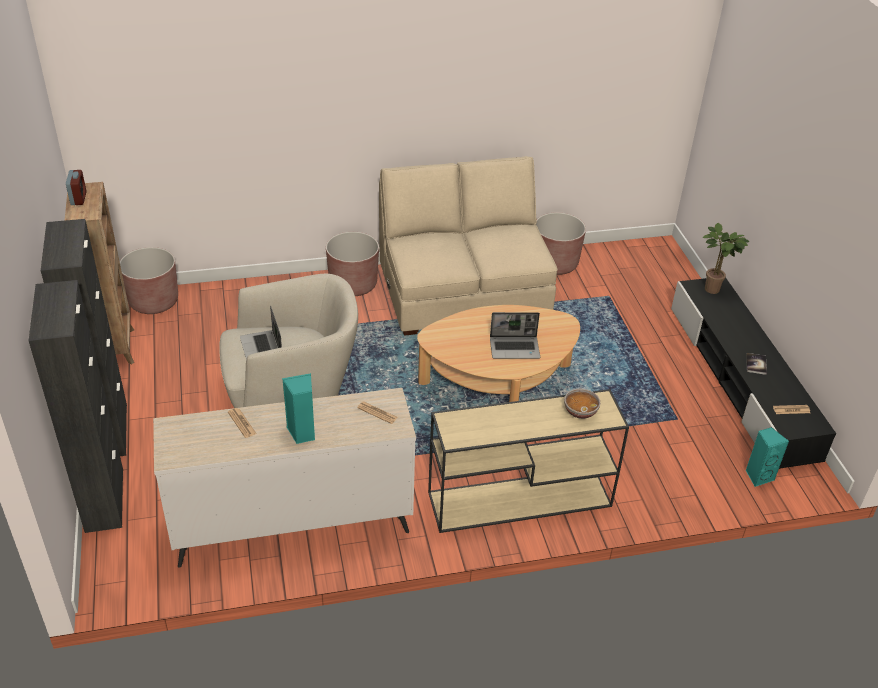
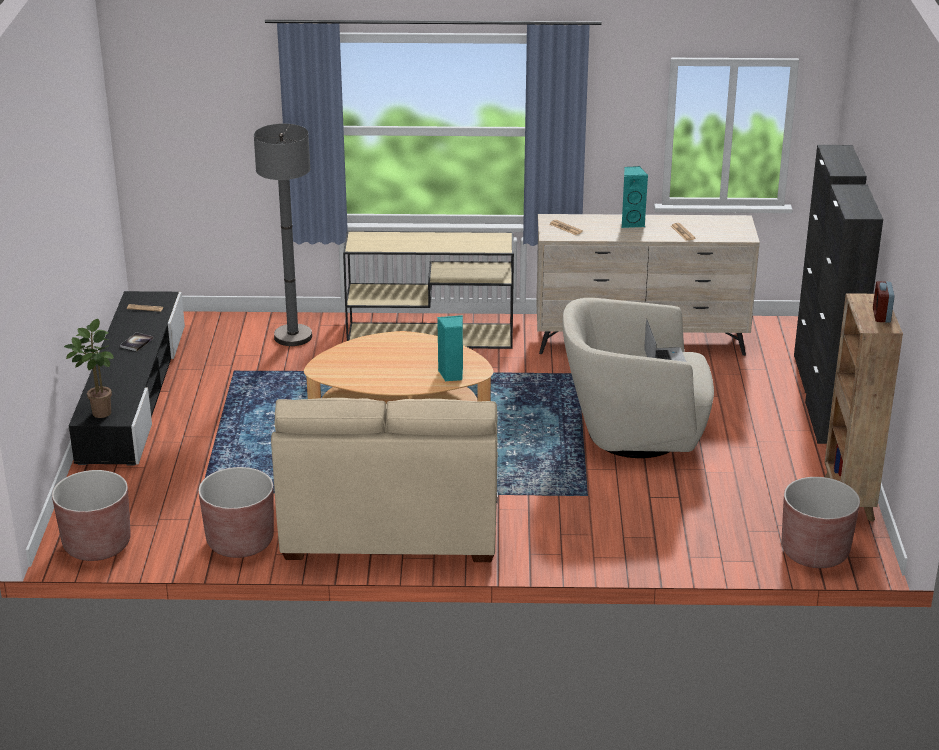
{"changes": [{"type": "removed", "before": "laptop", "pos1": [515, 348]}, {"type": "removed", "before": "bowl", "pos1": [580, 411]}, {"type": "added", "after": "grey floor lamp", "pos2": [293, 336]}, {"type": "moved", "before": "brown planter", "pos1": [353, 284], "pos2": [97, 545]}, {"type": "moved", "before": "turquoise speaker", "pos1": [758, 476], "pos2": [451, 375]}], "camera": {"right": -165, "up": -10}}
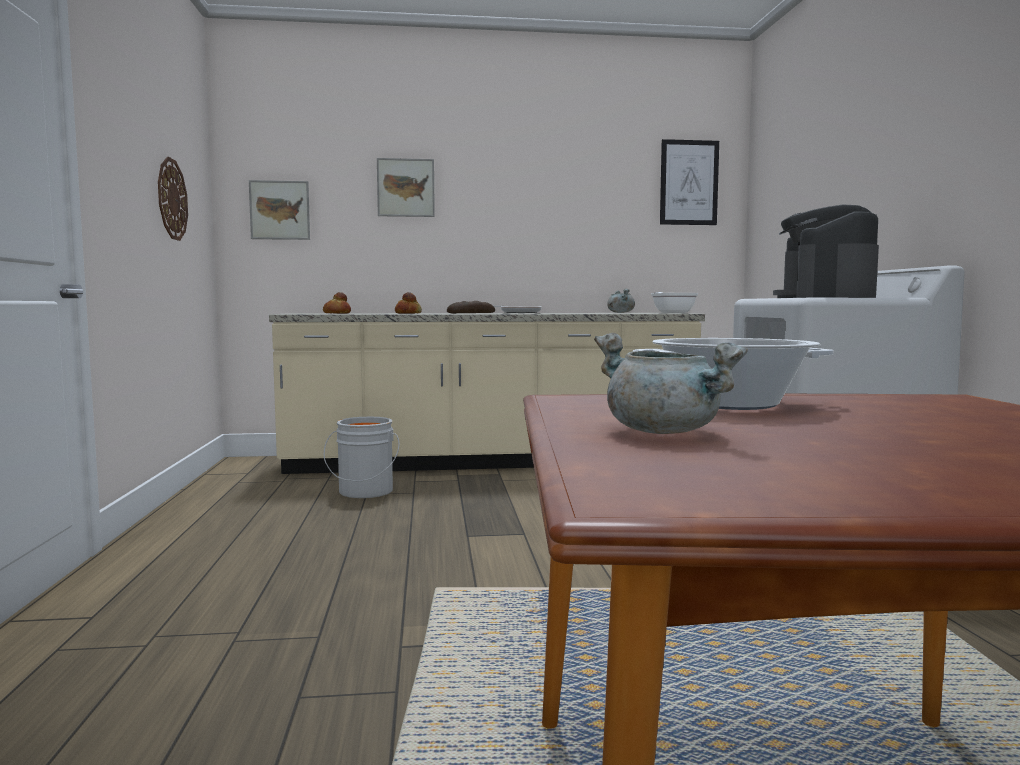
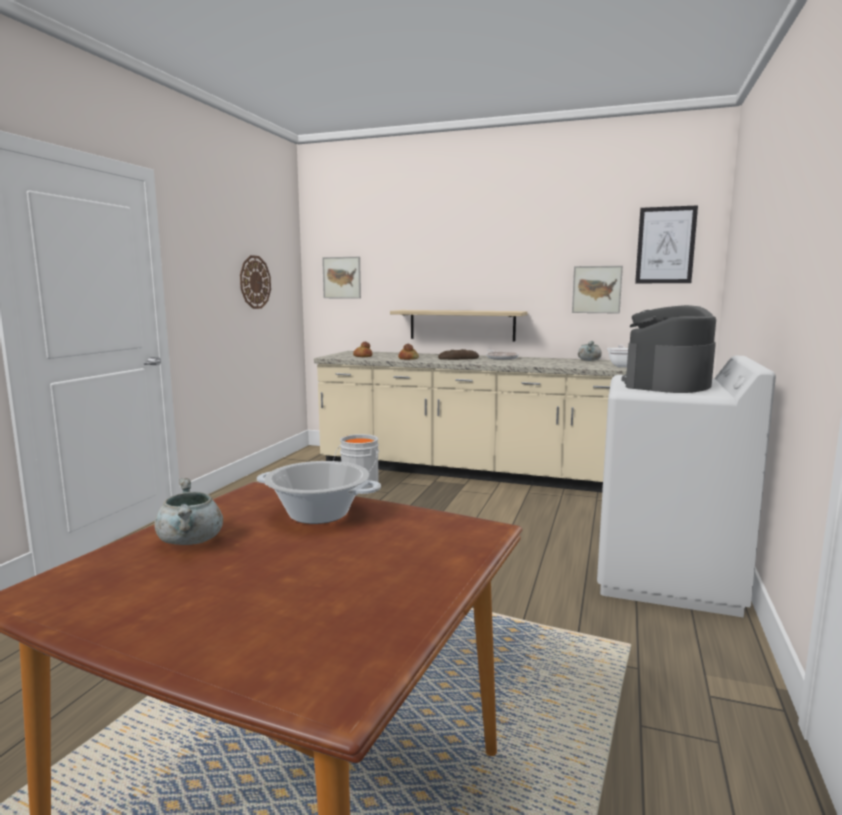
{"changes": [{"type": "added", "after": "shelf", "pos2": [462, 325]}, {"type": "moved", "before": "picture", "pos1": [405, 187], "pos2": [596, 289]}], "camera": {"right": 25, "up": 5}}
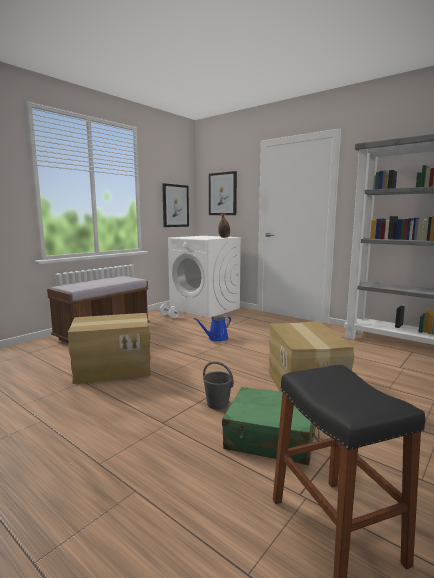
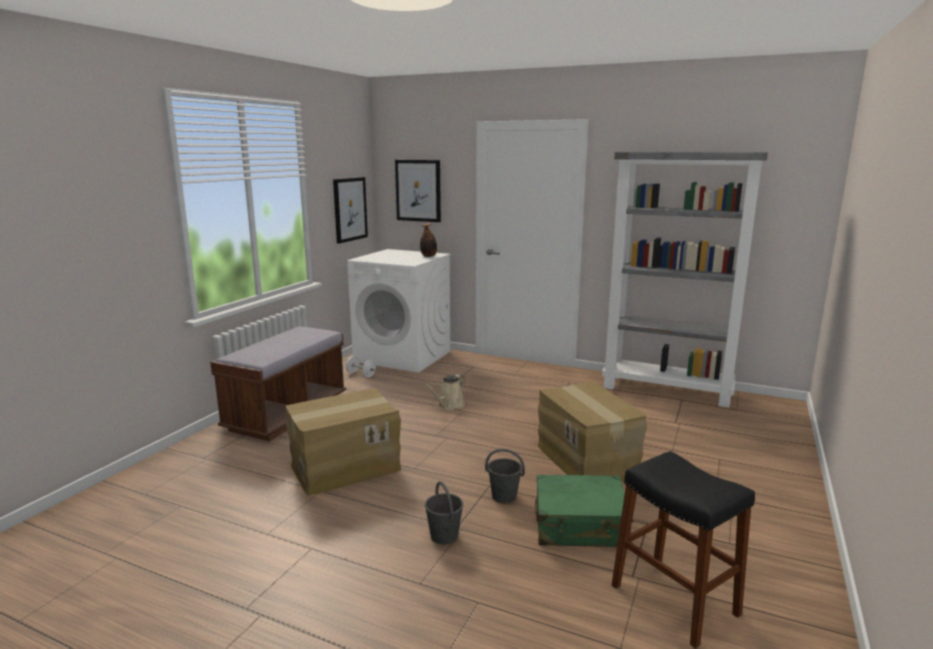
{"changes": [{"type": "added", "after": "grey bucket", "pos2": [444, 536]}, {"type": "recoloured", "before": "blue watering can", "after": "beige watering can", "pos1": [216, 338], "pos2": [449, 406]}], "camera": {"right": -15, "up": 5}}
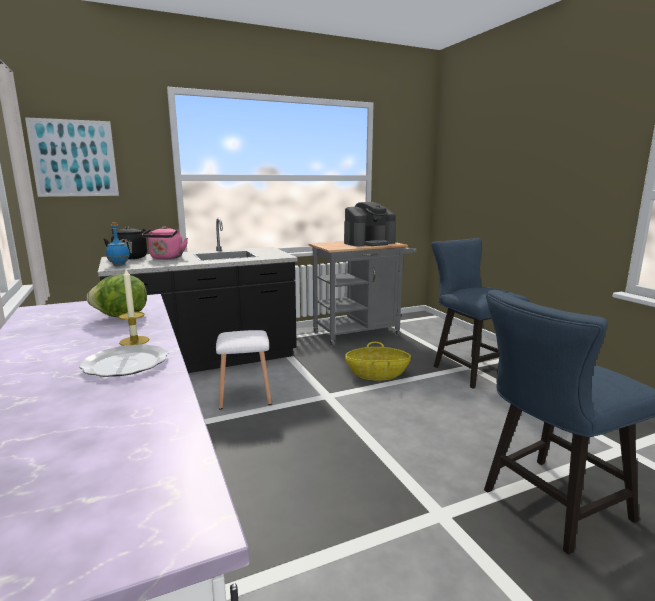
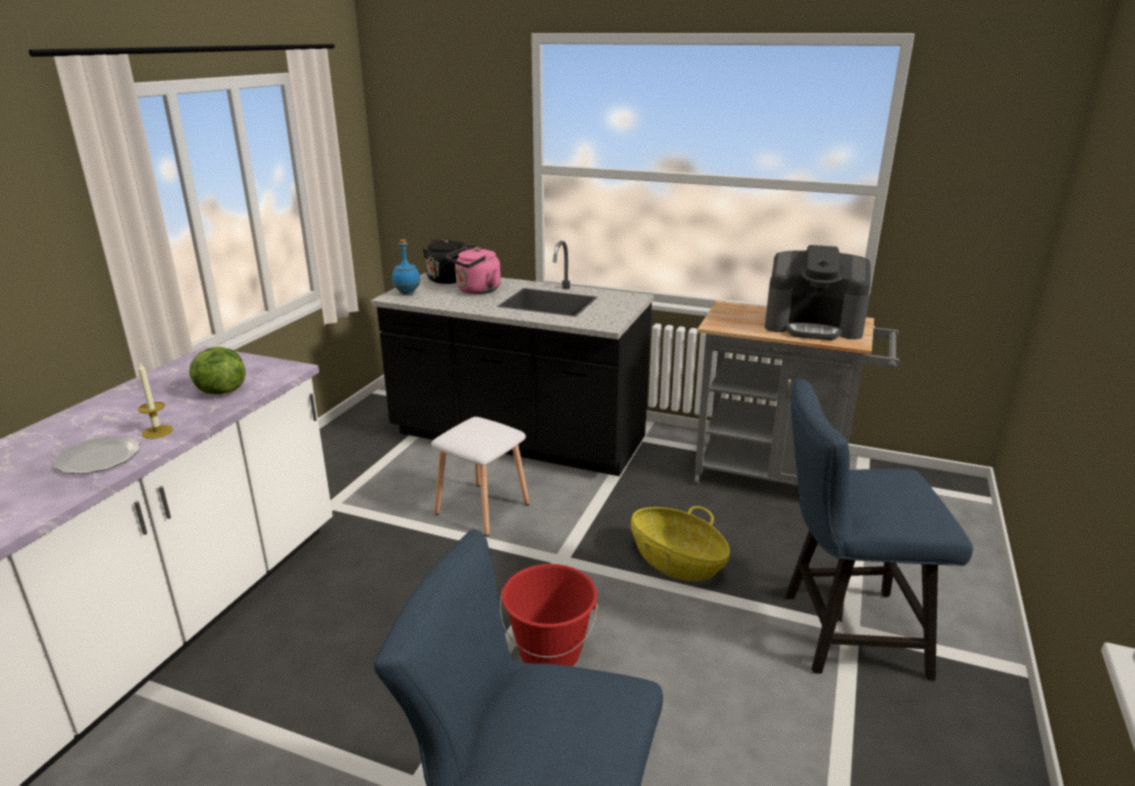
{"changes": [{"type": "removed", "before": "picture", "pos1": [74, 158]}, {"type": "added", "after": "red bucket", "pos2": [550, 654]}, {"type": "turned", "before": "blue chair", "pos1": [469, 369], "pos2": [842, 632], "turn": -105}], "camera": {"right": 45, "up": 10}}
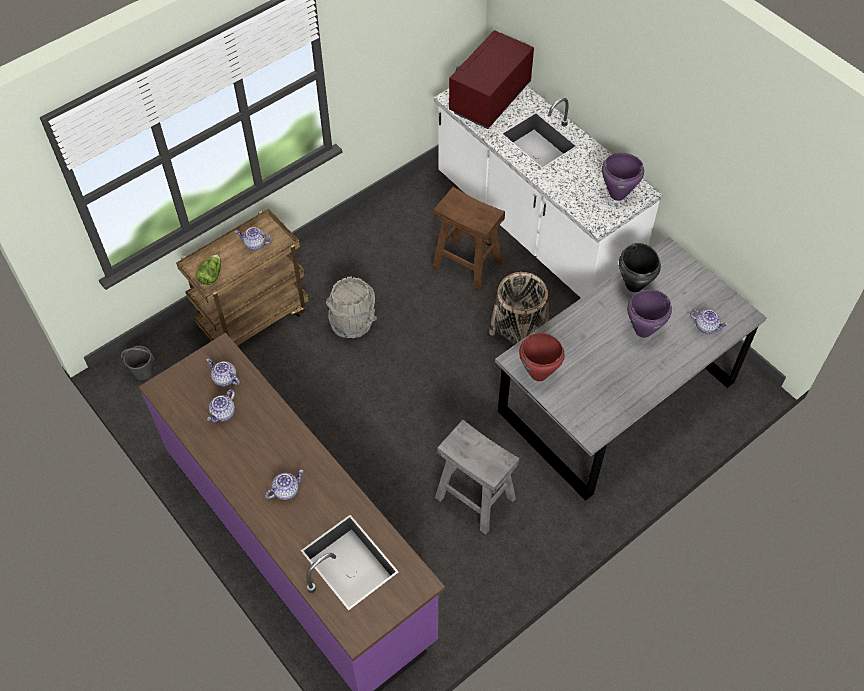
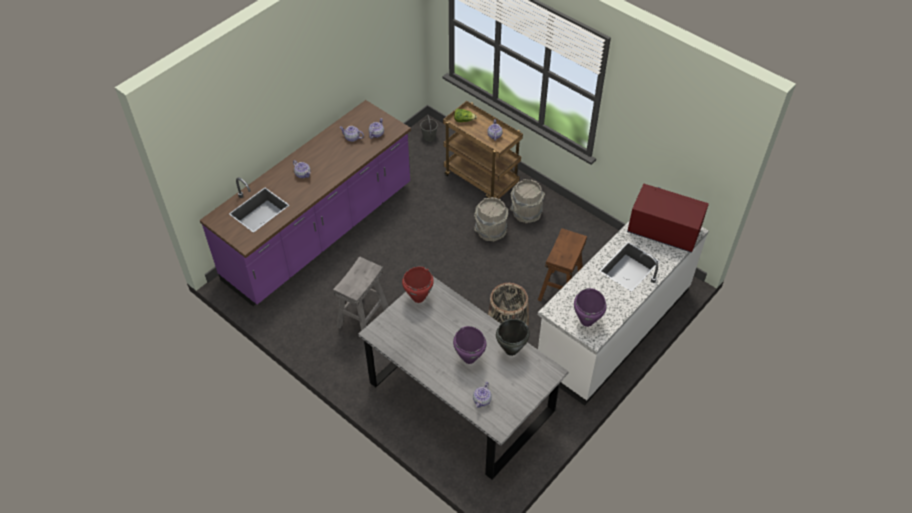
{"changes": [{"type": "added", "after": "grey bucket", "pos2": [526, 213]}], "camera": {"right": 80, "up": -5}}
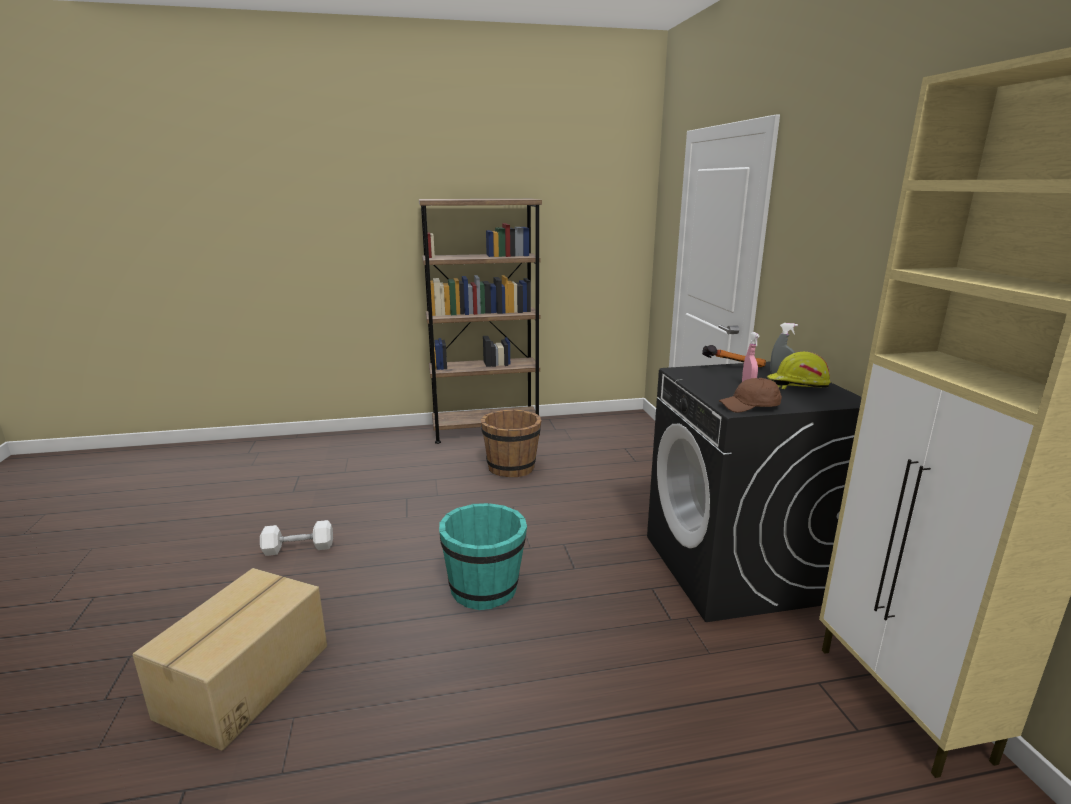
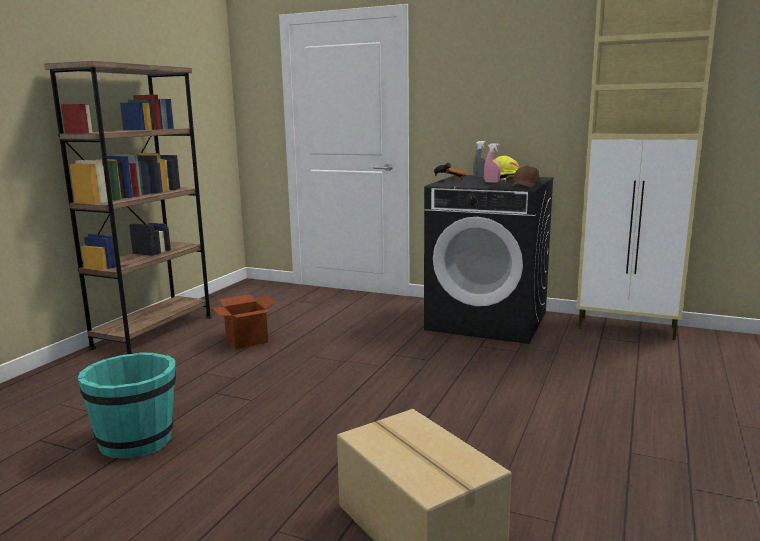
{"changes": [{"type": "removed", "before": "white dumbbell", "pos1": [298, 548]}, {"type": "moved", "before": "turquoise bucket", "pos1": [485, 588], "pos2": [137, 440]}, {"type": "replaced", "before": "brown bucket", "after": "cardboard box", "pos1": [511, 467], "pos2": [247, 340]}], "camera": {"right": -55, "up": -5}}
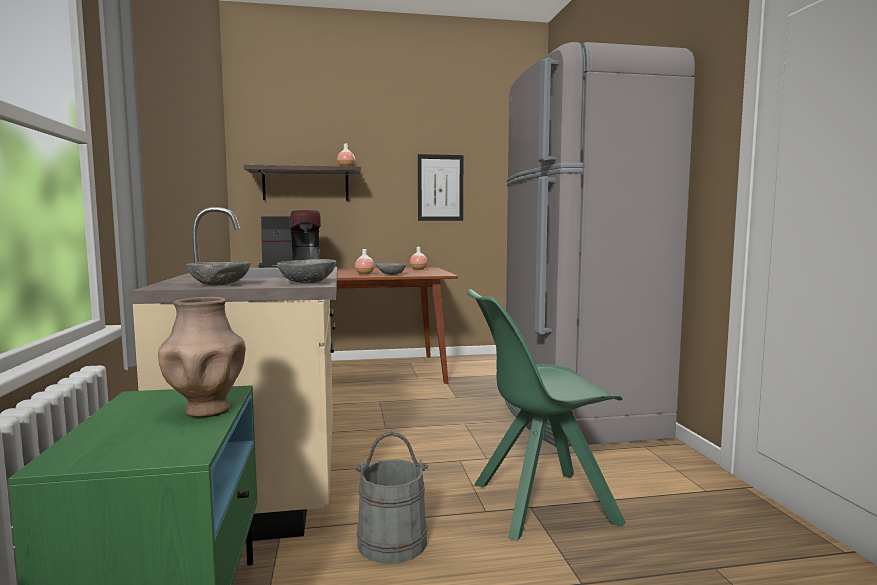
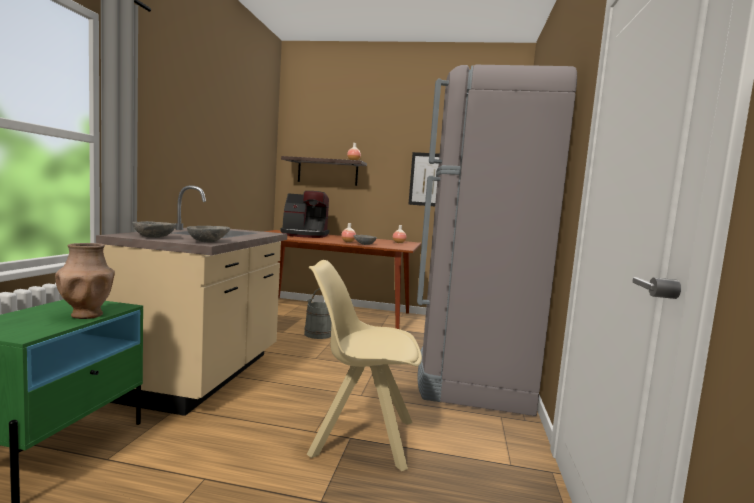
{"changes": [{"type": "moved", "before": "grey bucket", "pos1": [392, 542], "pos2": [318, 334]}, {"type": "recoloured", "before": "green chair", "after": "beige chair", "pos1": [539, 504], "pos2": [359, 437]}], "camera": {"right": 20, "up": 0}}
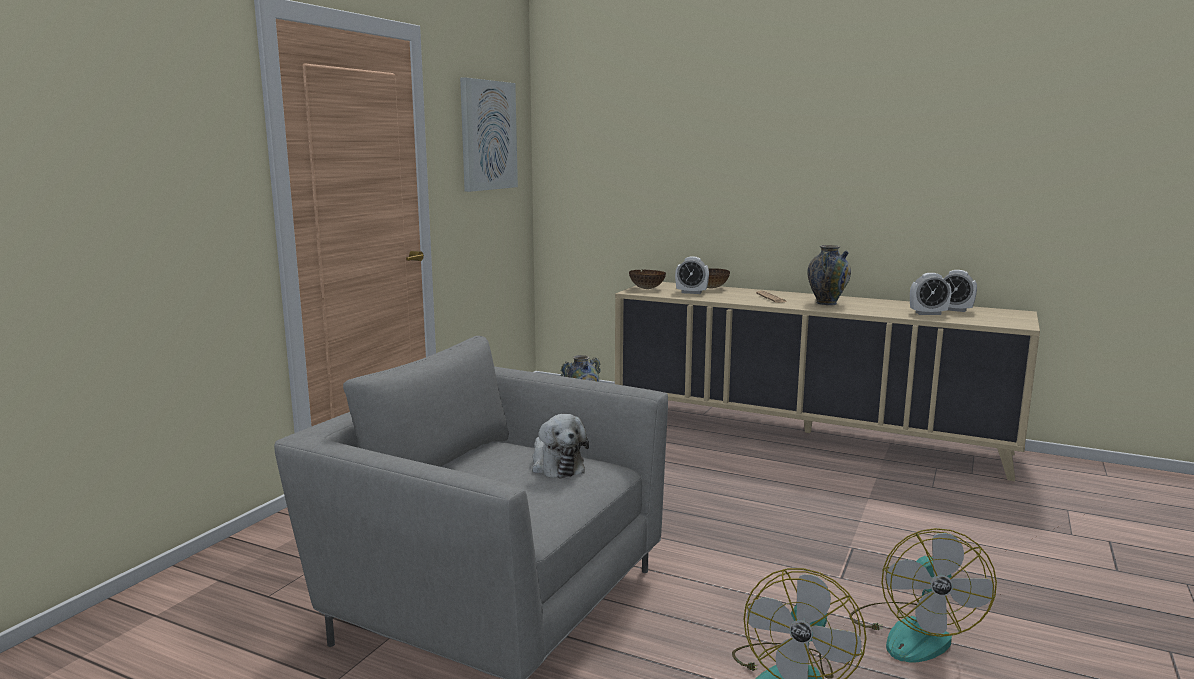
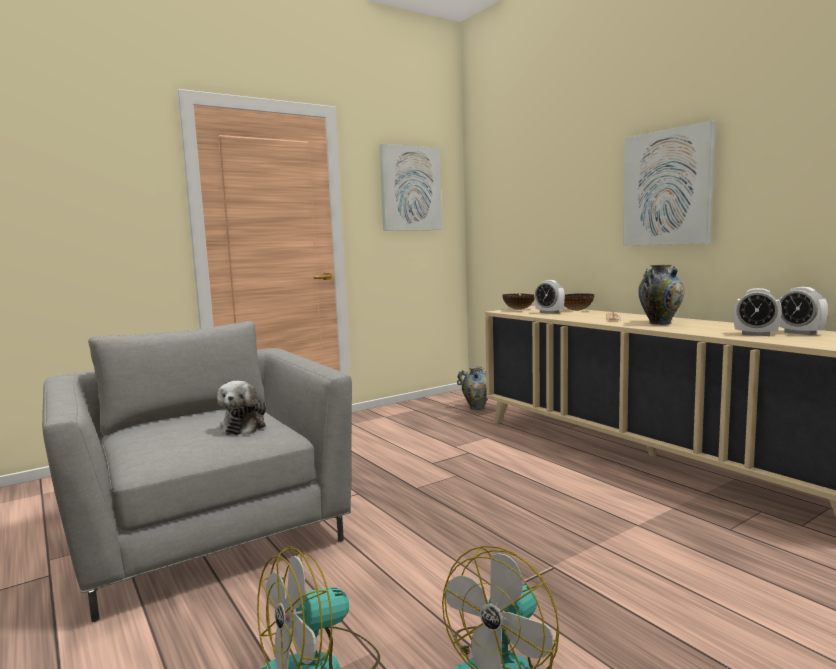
{"changes": [{"type": "added", "after": "picture", "pos2": [667, 188]}], "camera": {"right": 30, "up": -5}}
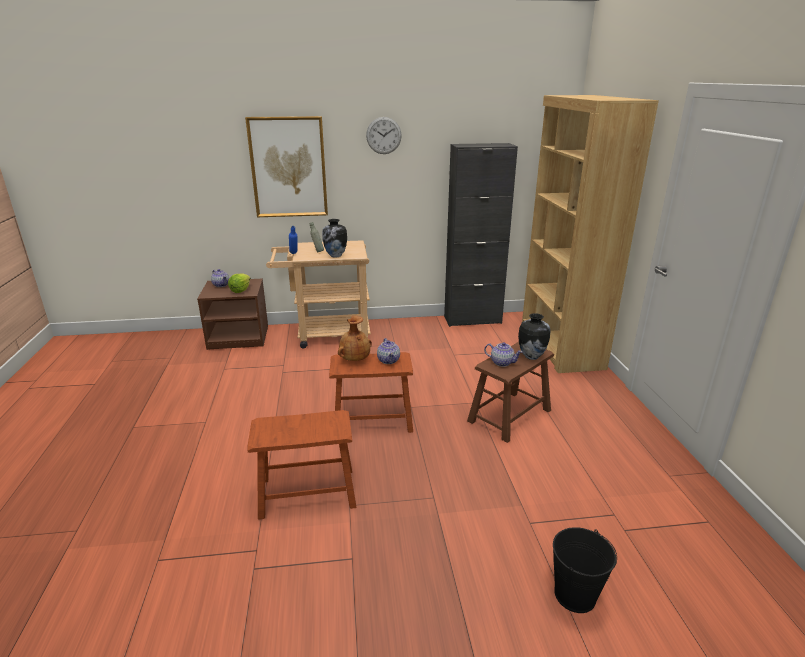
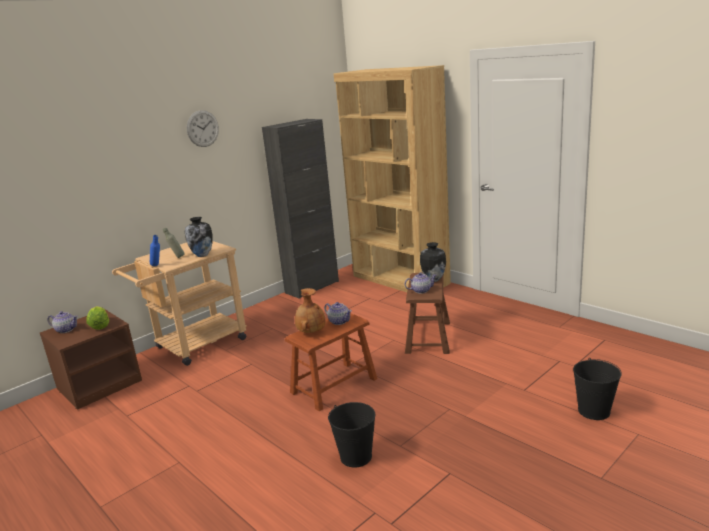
{"changes": [{"type": "removed", "before": "picture", "pos1": [288, 167]}, {"type": "replaced", "before": "brown stool", "after": "black bucket", "pos1": [307, 492], "pos2": [356, 456]}], "camera": {"right": -35, "up": -5}}
